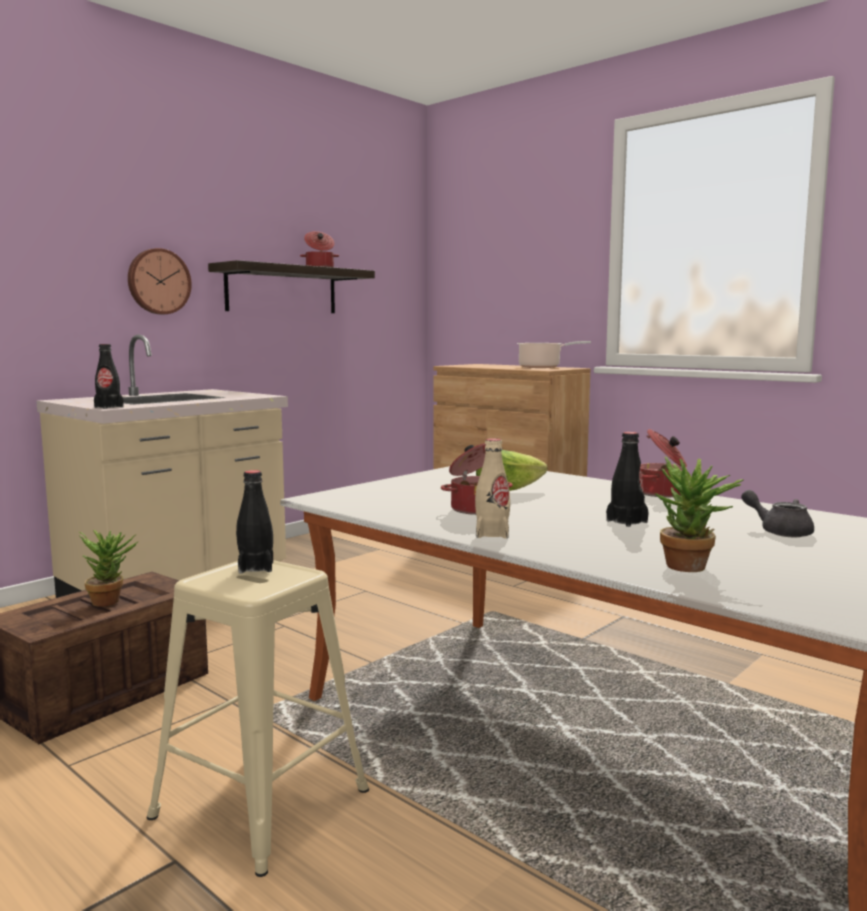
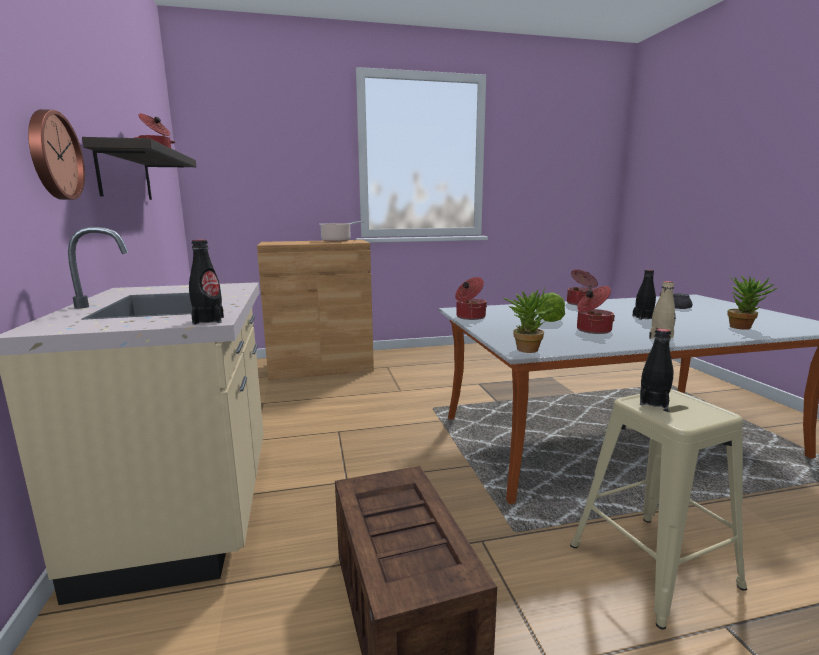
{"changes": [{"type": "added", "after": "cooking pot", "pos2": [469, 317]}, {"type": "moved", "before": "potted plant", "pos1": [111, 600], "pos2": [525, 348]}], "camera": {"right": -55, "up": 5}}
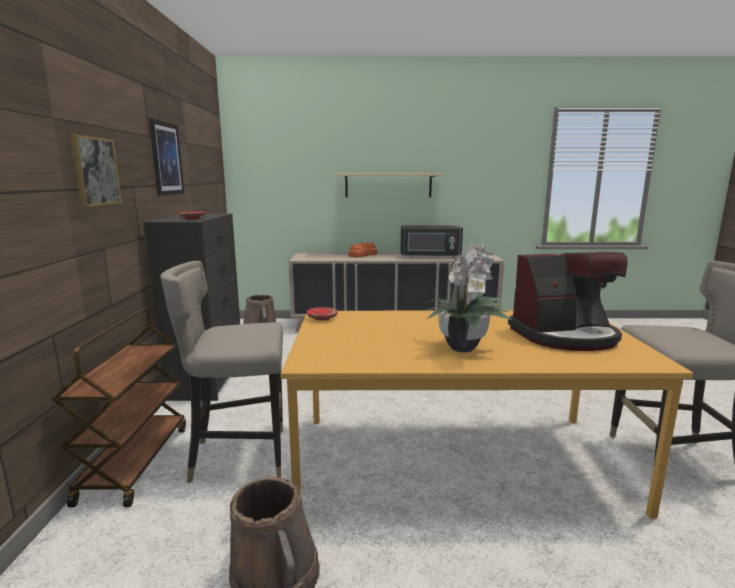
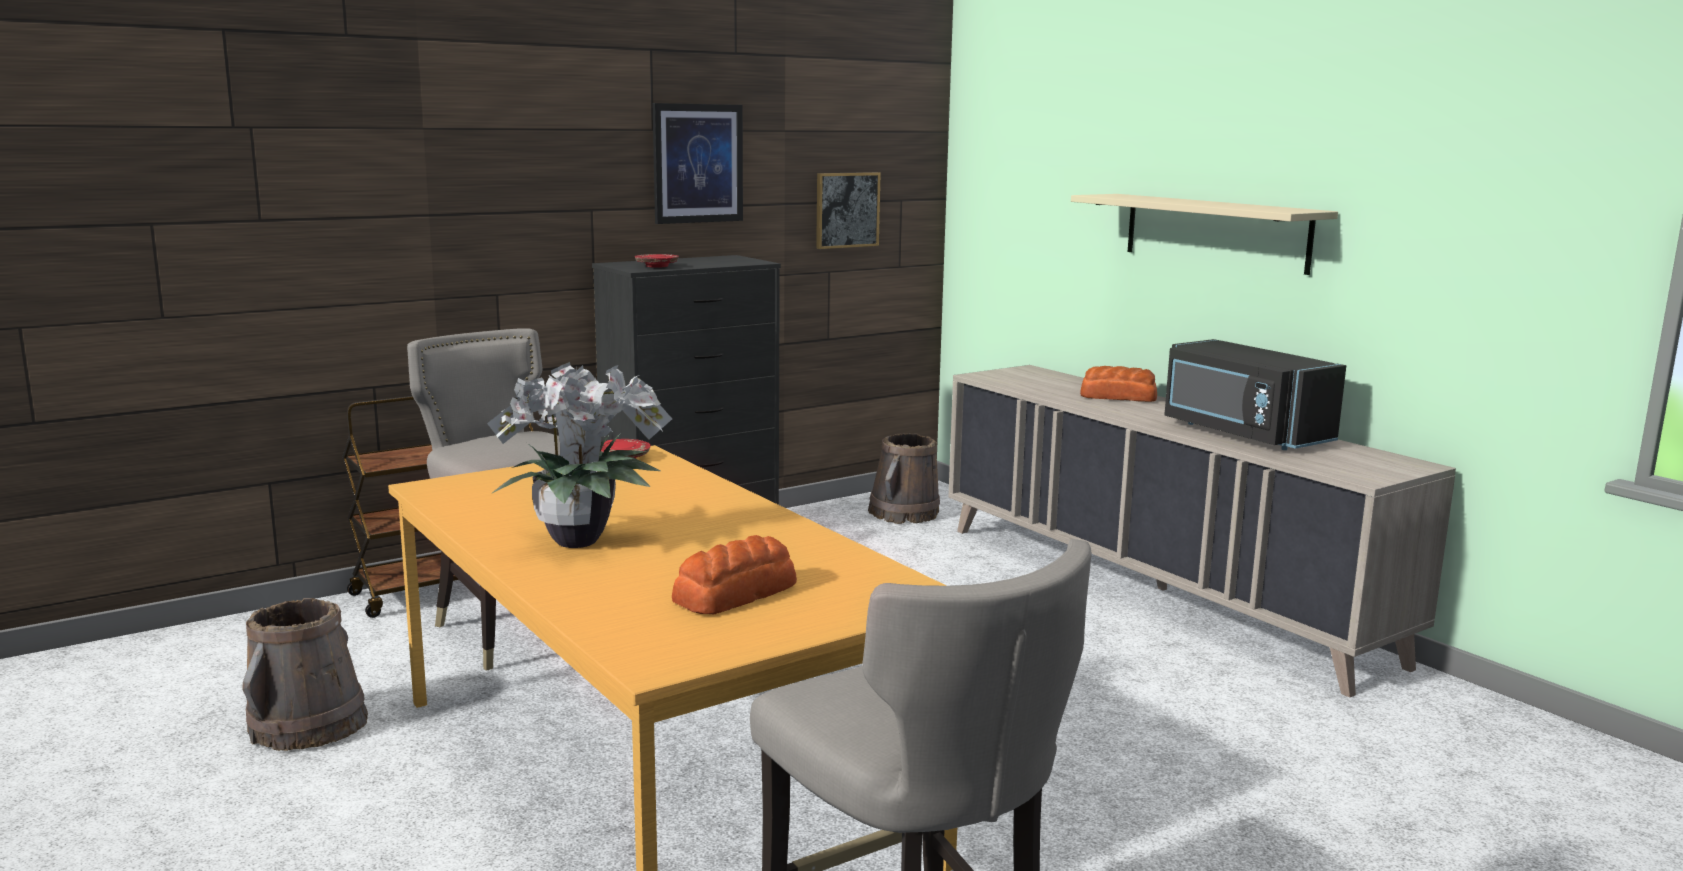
{"changes": [{"type": "moved", "before": "picture", "pos1": [95, 171], "pos2": [847, 210]}, {"type": "replaced", "before": "coffee machine", "after": "bread", "pos1": [564, 336], "pos2": [737, 593]}], "camera": {"right": 55, "up": 0}}
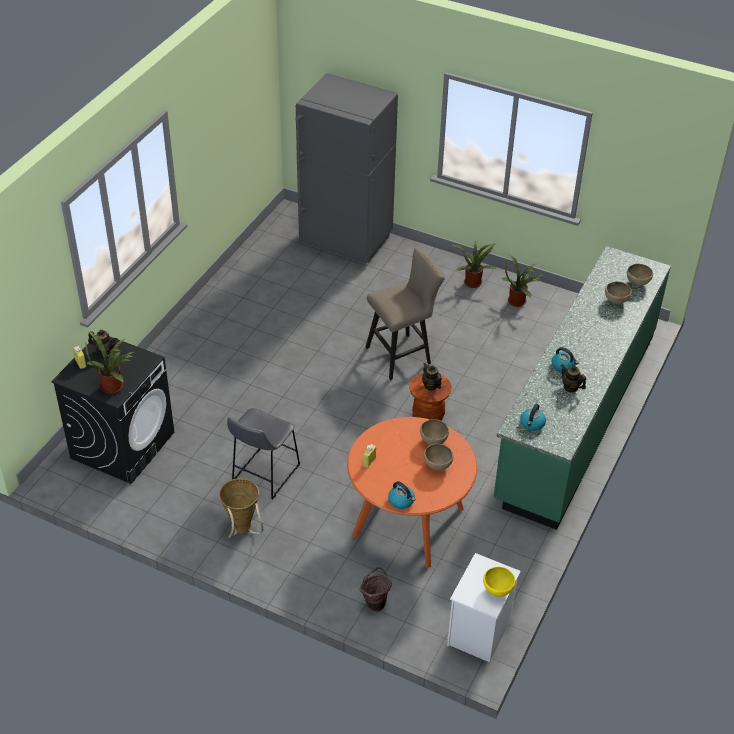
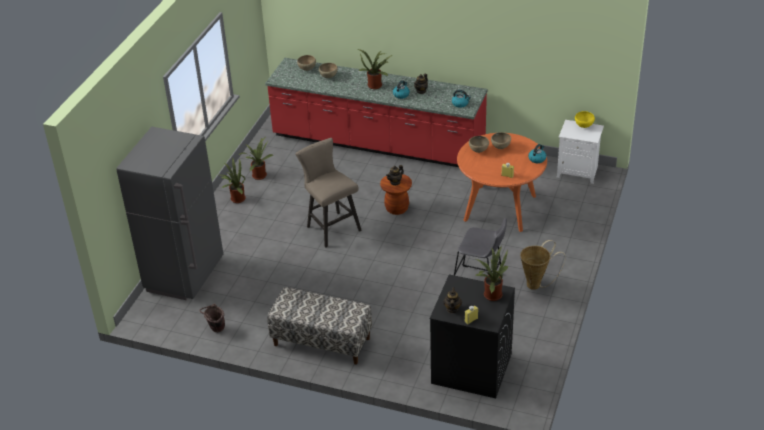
{"changes": [{"type": "added", "after": "bench", "pos2": [321, 342]}, {"type": "added", "after": "potted plant", "pos2": [375, 85]}, {"type": "moved", "before": "brown bucket", "pos1": [375, 602], "pos2": [215, 329]}, {"type": "recoloured", "before": "green counter", "after": "red counter", "pos1": [576, 414], "pos2": [377, 144]}], "camera": {"right": -95, "up": -5}}
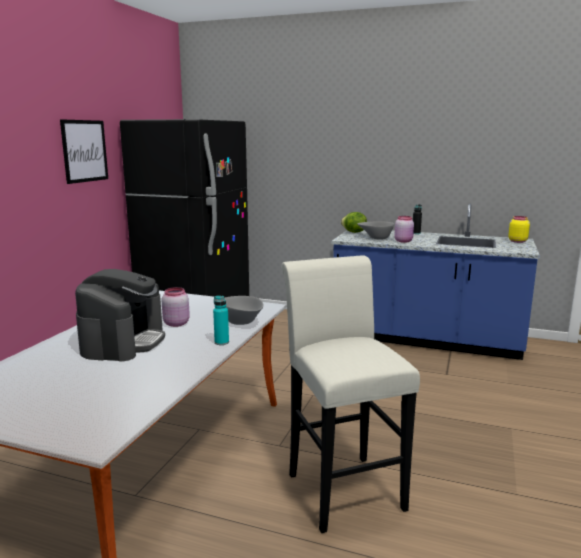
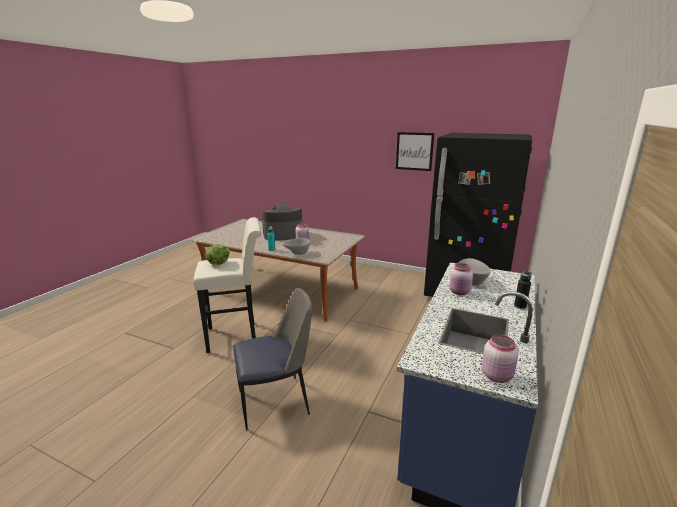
{"changes": [{"type": "added", "after": "chair", "pos2": [276, 401]}, {"type": "moved", "before": "lettuce", "pos1": [353, 232], "pos2": [218, 263]}, {"type": "recoloured", "before": "yellow jar", "after": "pink jar", "pos1": [517, 241], "pos2": [497, 376]}, {"type": "turned", "before": "coffee machine", "pos1": [123, 342], "pos2": [283, 235], "turn": 150}], "camera": {"right": 95, "up": 5}}
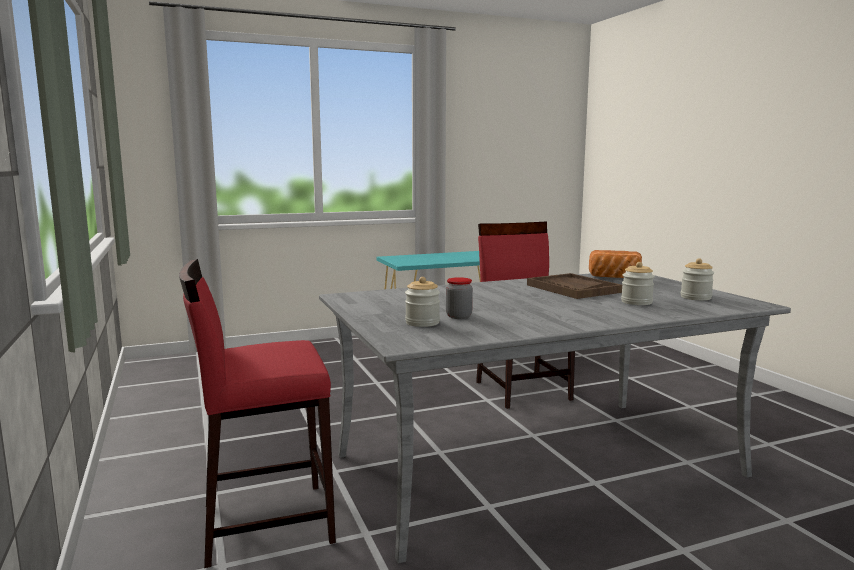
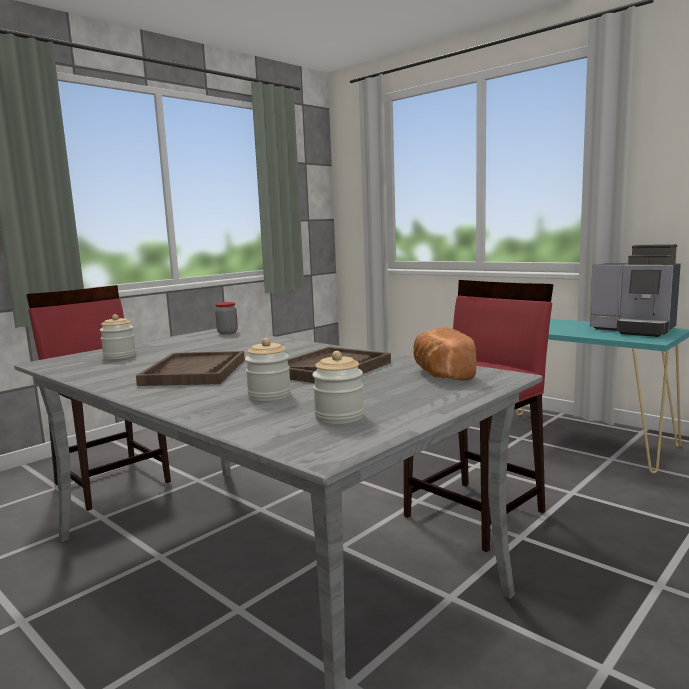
{"changes": [{"type": "added", "after": "brown tray", "pos2": [195, 372]}, {"type": "added", "after": "coffee machine", "pos2": [635, 330]}, {"type": "moved", "before": "jar", "pos1": [459, 316], "pos2": [227, 333]}], "camera": {"right": 65, "up": 0}}
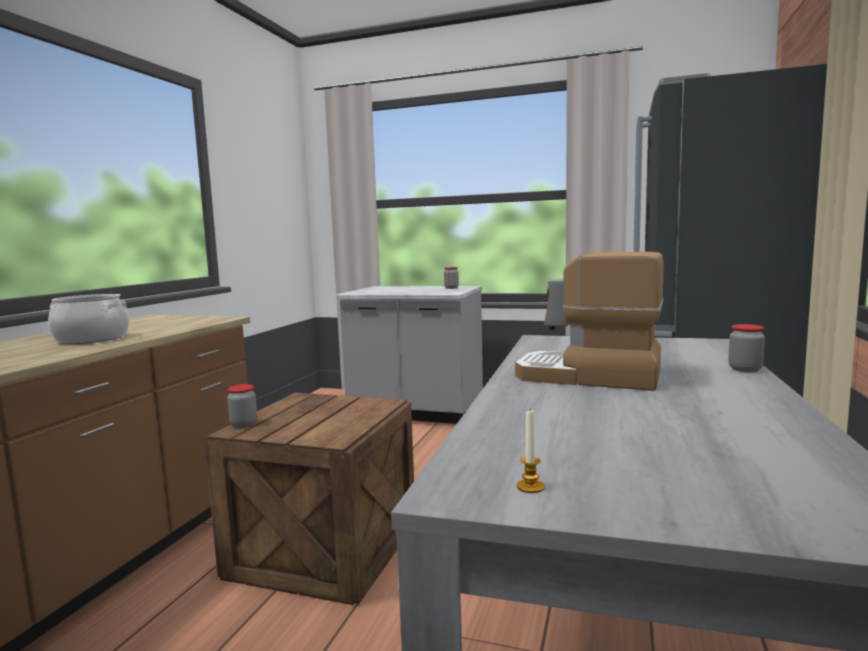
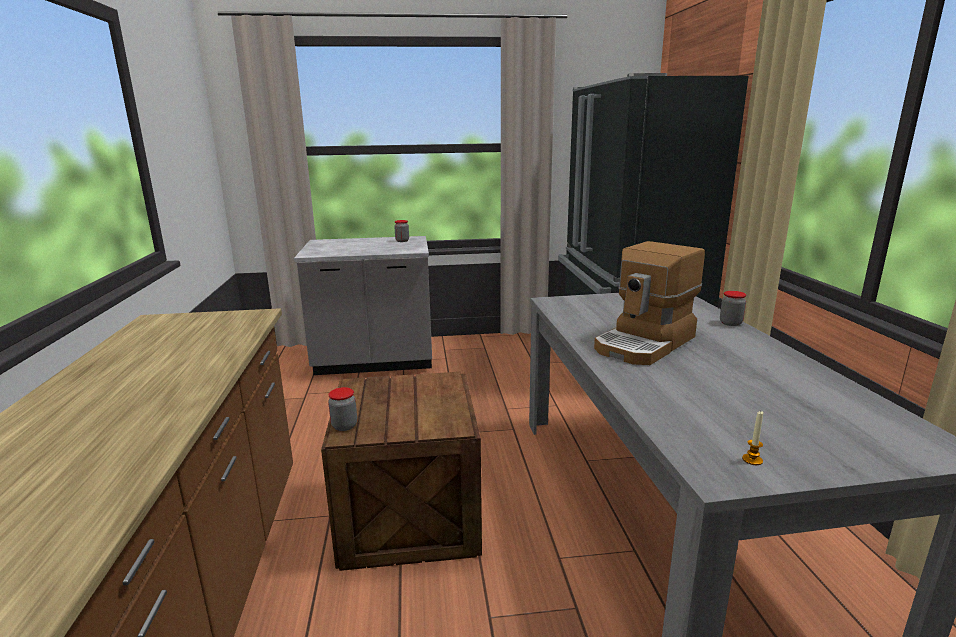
{"changes": [{"type": "removed", "before": "cooking pot", "pos1": [92, 338]}, {"type": "turned", "before": "coffee machine", "pos1": [588, 376], "pos2": [646, 344], "turn": -45}], "camera": {"right": -25, "up": 10}}
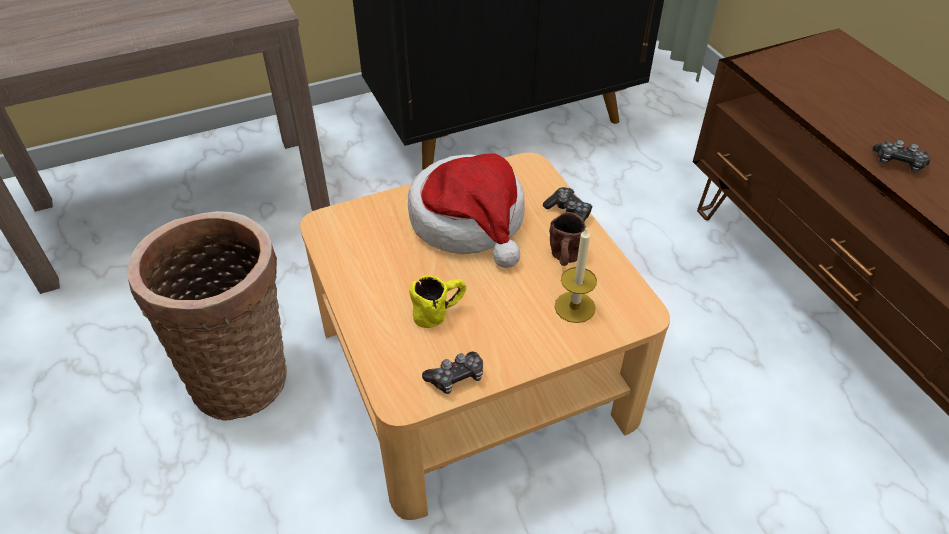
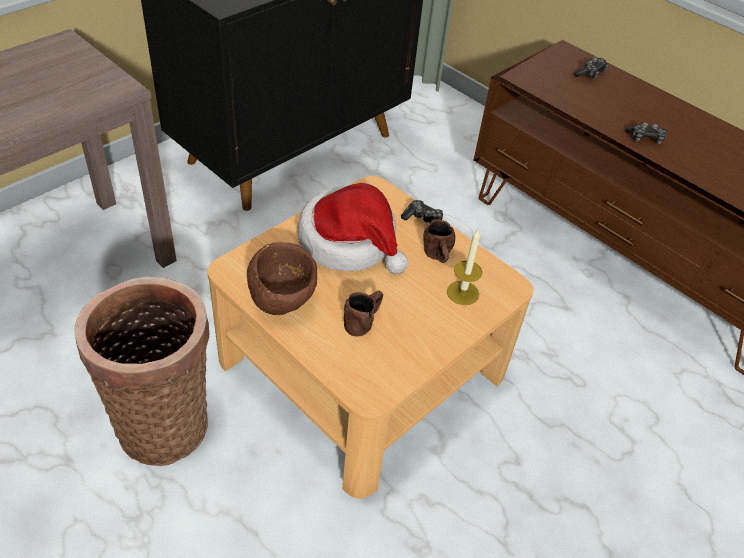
{"changes": [{"type": "added", "after": "brown bowl", "pos2": [283, 301]}, {"type": "moved", "before": "game controller", "pos1": [456, 377], "pos2": [590, 73]}, {"type": "recoloured", "before": "yellow mug", "after": "brown mug", "pos1": [440, 312], "pos2": [364, 321]}], "camera": {"right": -25, "up": 0}}
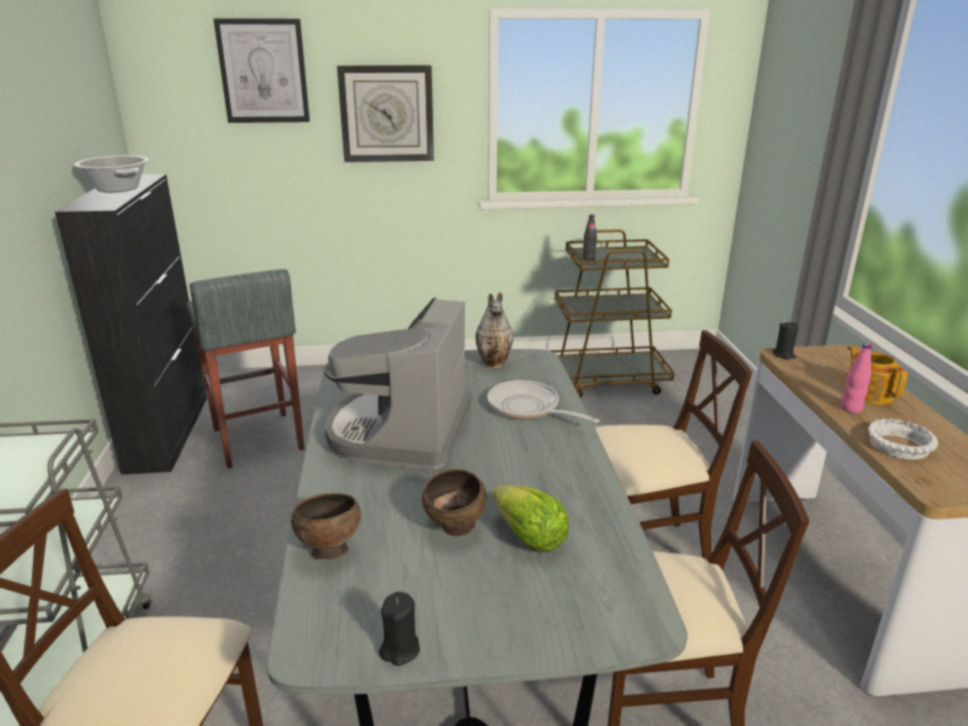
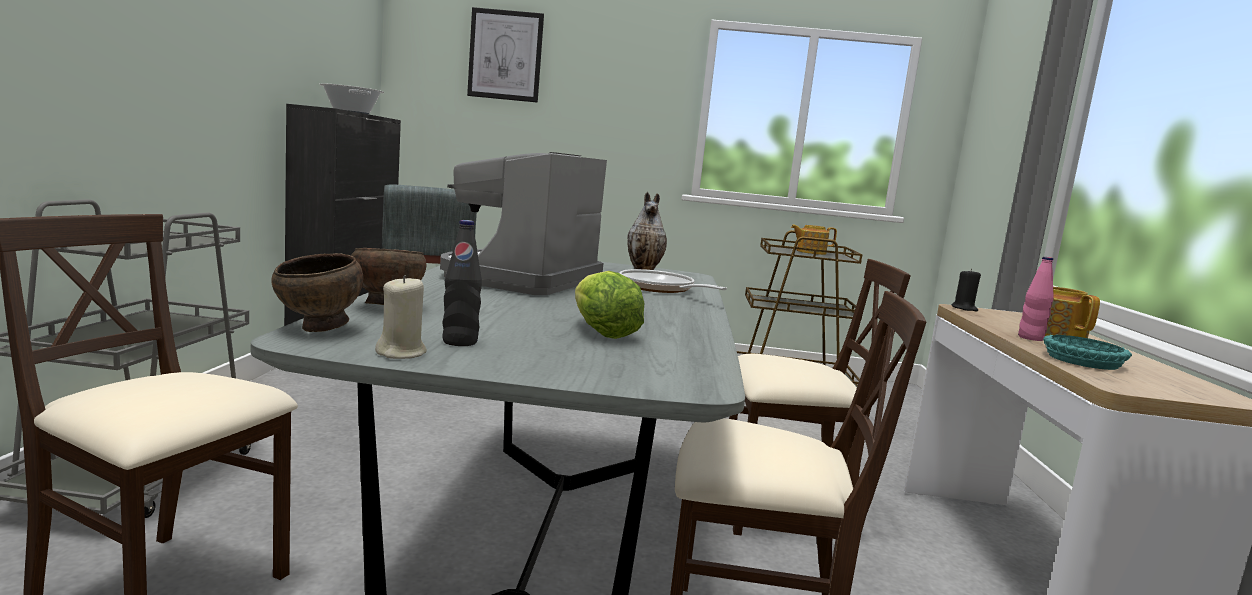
{"changes": [{"type": "removed", "before": "wall clock", "pos1": [387, 114]}, {"type": "added", "after": "teapot", "pos2": [810, 252]}, {"type": "moved", "before": "brown bowl", "pos1": [456, 529], "pos2": [319, 329]}, {"type": "moved", "before": "black bottle", "pos1": [588, 259], "pos2": [460, 342]}, {"type": "recoloured", "before": "black candle", "after": "beige candle", "pos1": [400, 649], "pos2": [401, 353]}, {"type": "recoloured", "before": "white bowl", "after": "turquoise bowl", "pos1": [898, 445], "pos2": [1082, 360]}], "camera": {"right": 10, "up": -15}}
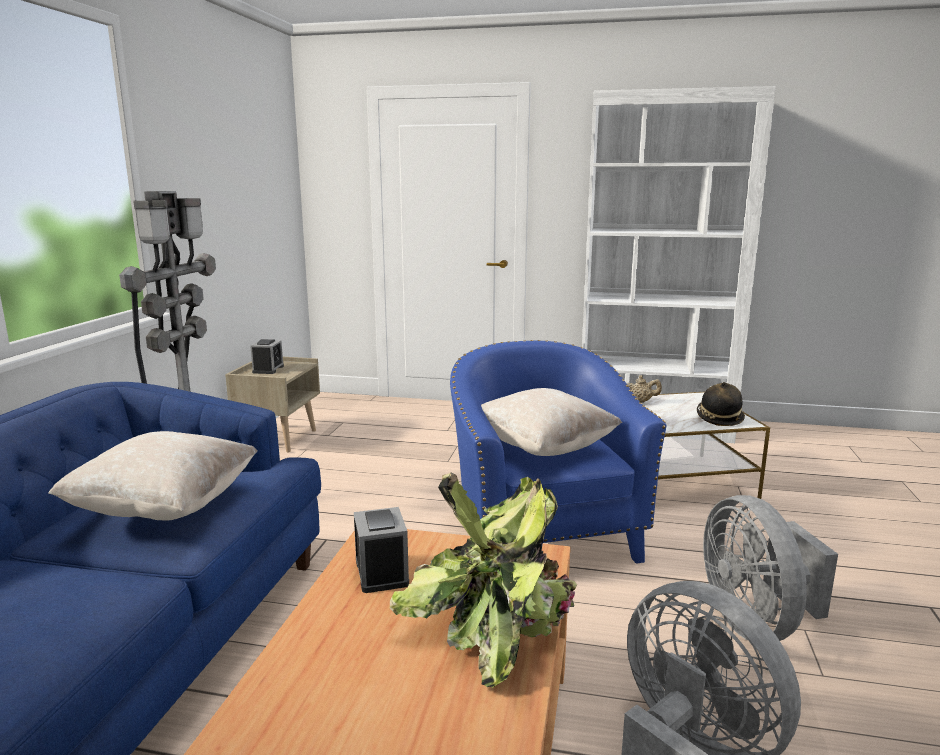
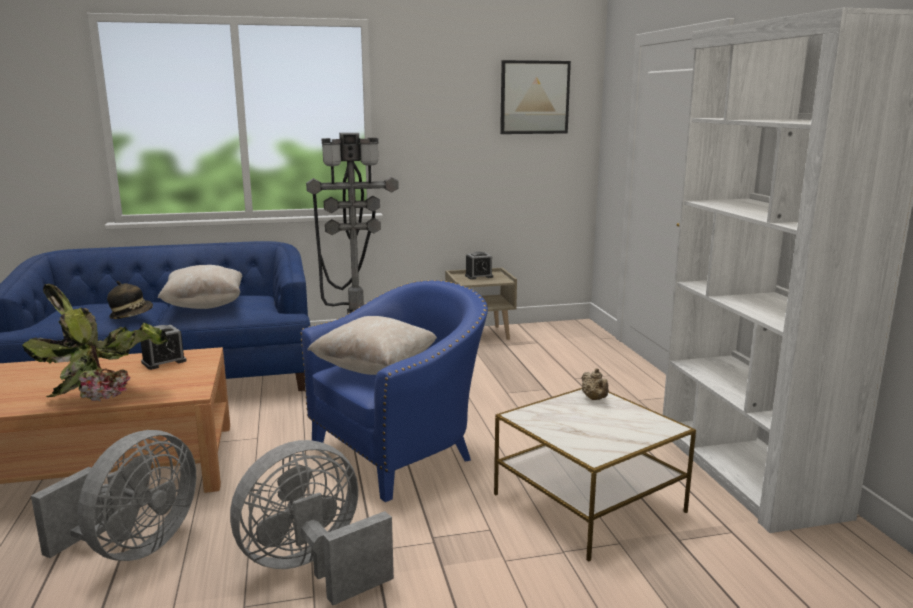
{"changes": [{"type": "added", "after": "picture", "pos2": [534, 97]}, {"type": "moved", "before": "hat", "pos1": [719, 419], "pos2": [131, 315]}], "camera": {"right": 65, "up": 0}}
